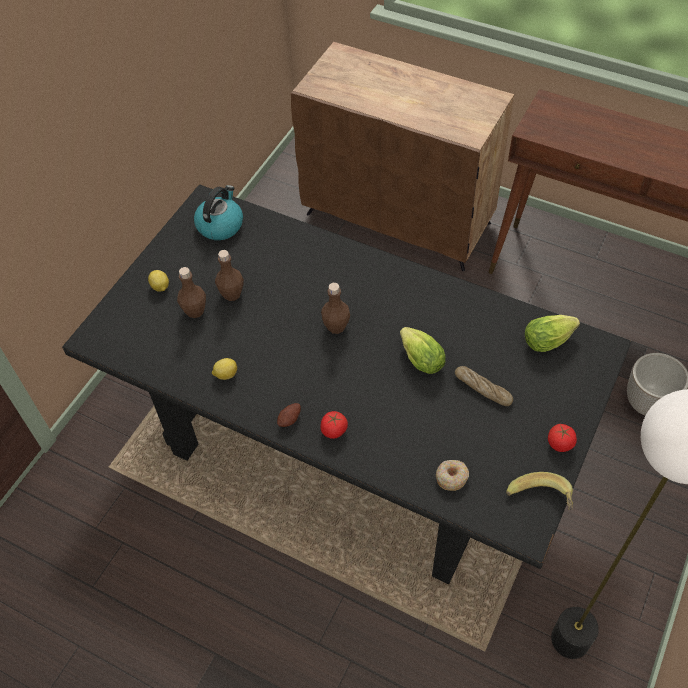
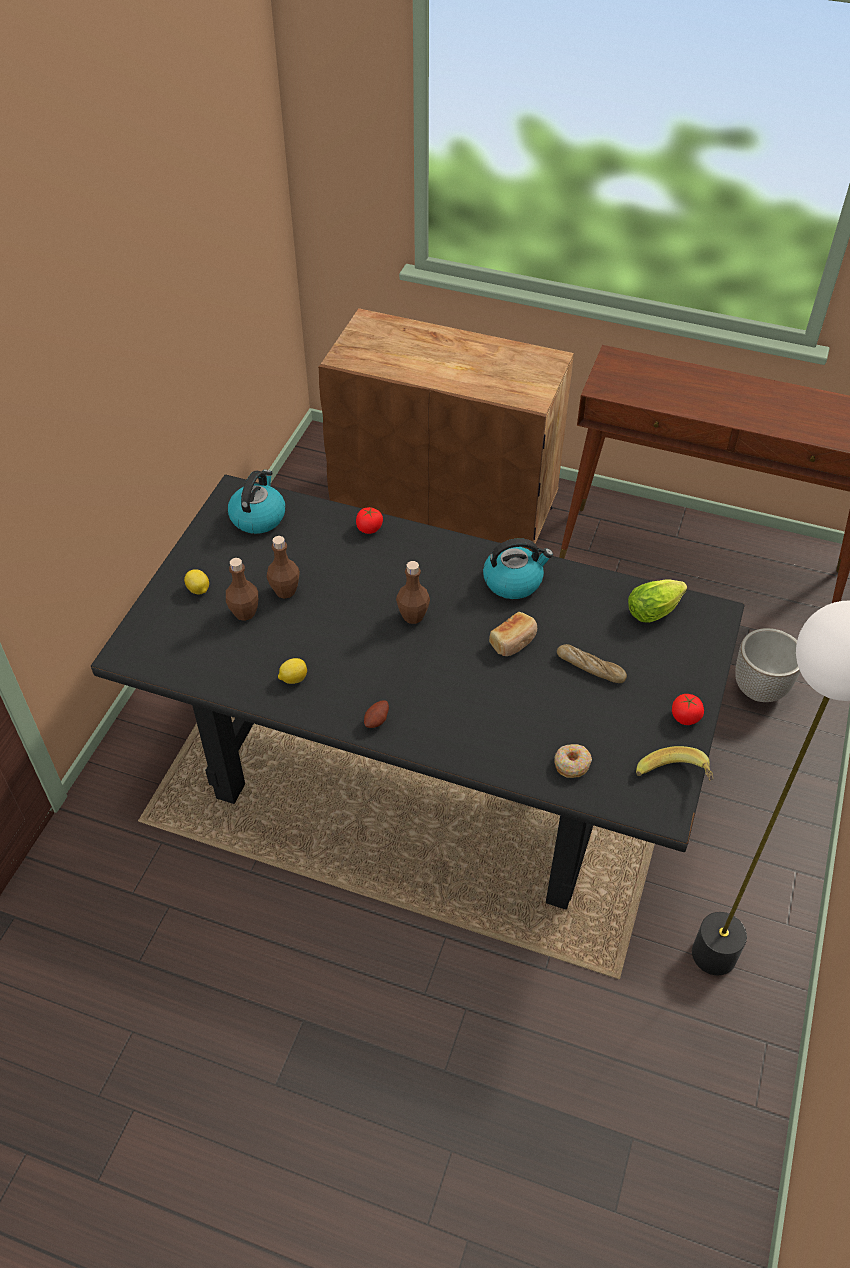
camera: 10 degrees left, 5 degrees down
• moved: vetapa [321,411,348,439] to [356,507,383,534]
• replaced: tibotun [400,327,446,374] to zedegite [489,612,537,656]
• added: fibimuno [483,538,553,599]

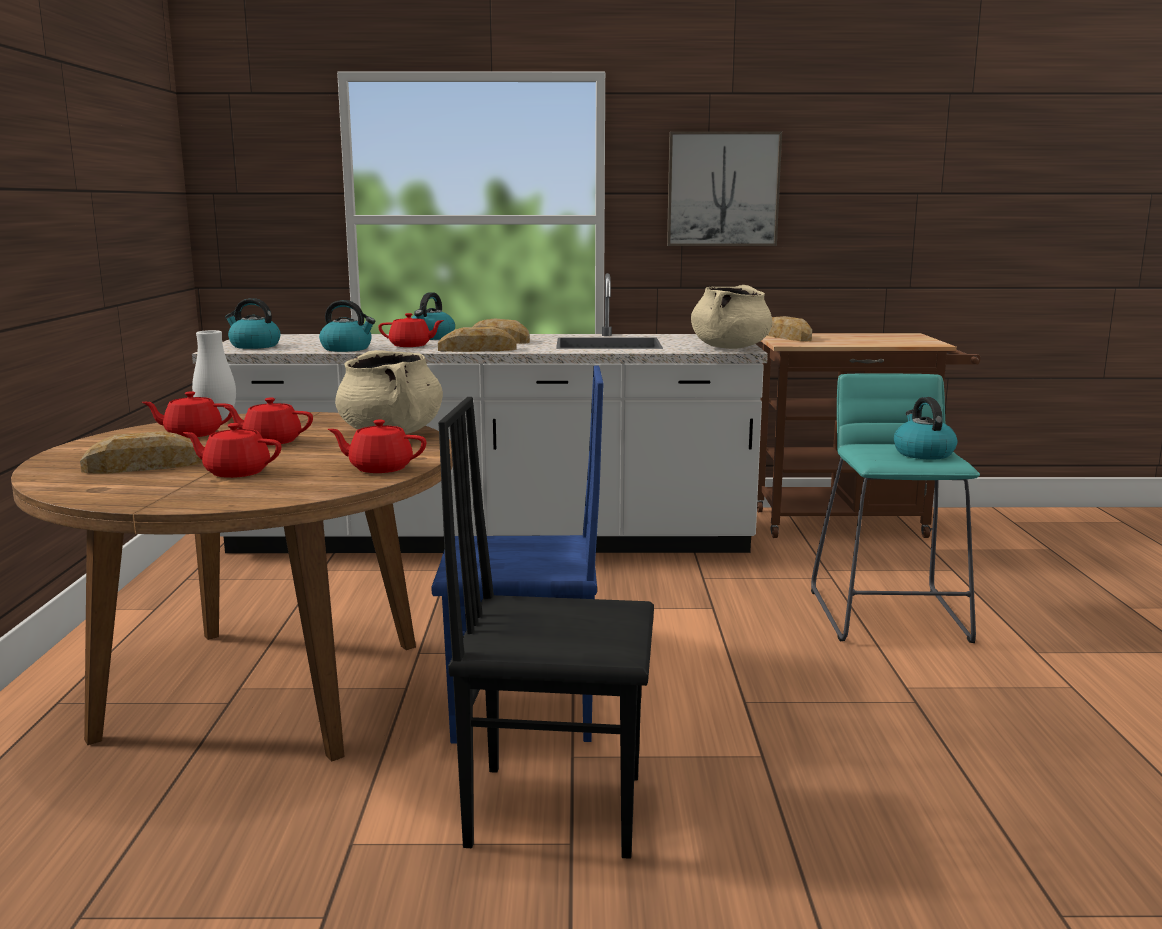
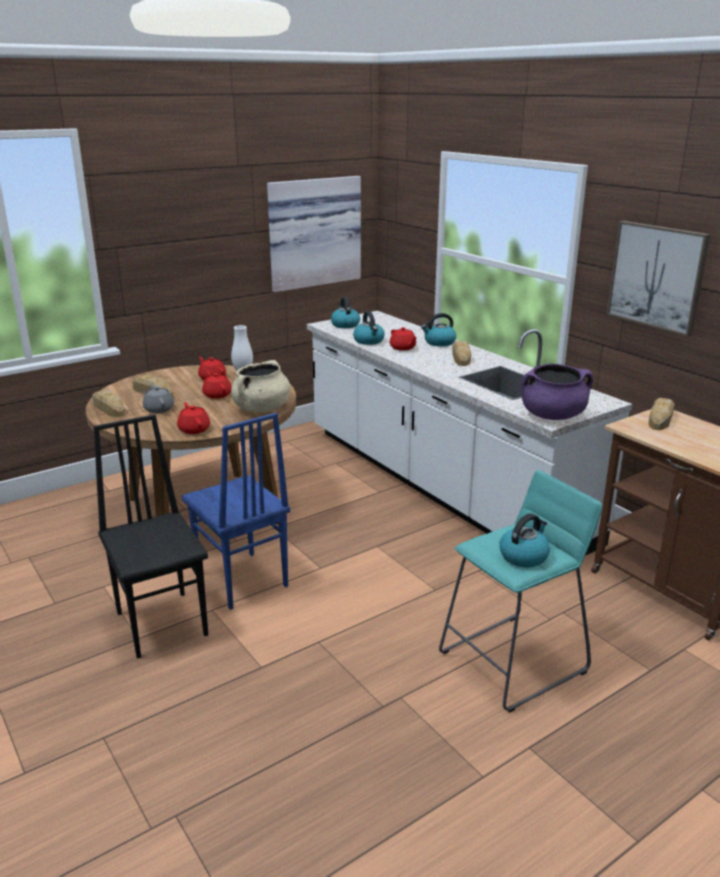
camera: 55 degrees right, 10 degrees up
• recoloured: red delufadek [183,423,281,478] to grey delufadek [143,384,174,413]
• moved: zedegite [438,327,517,352] to [92,390,125,417]
• recoloured: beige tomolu [691,285,772,349] to purple tomolu [521,364,593,420]
• added: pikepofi [267,176,361,292]

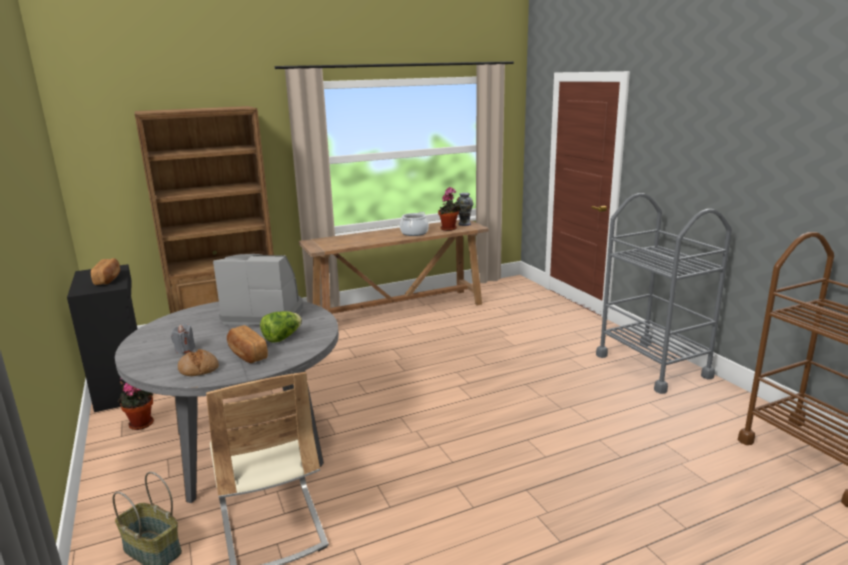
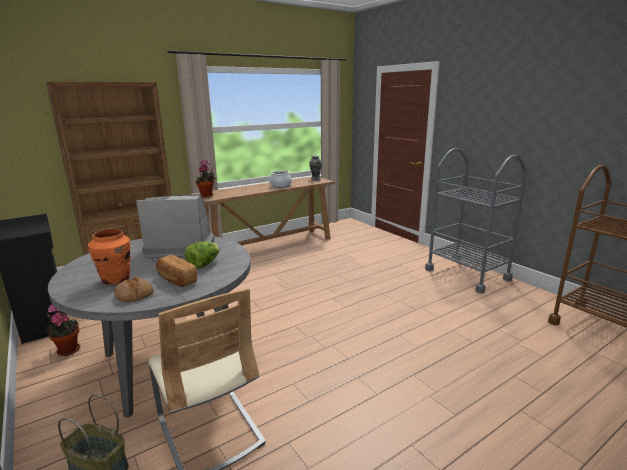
camera: 10 degrees left, 0 degrees up
• removed: zedegite [91,258,120,285]
• replaced: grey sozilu [171,324,196,354] to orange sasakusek [88,229,131,285]
• moved: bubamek [438,187,461,231] to [196,160,216,198]

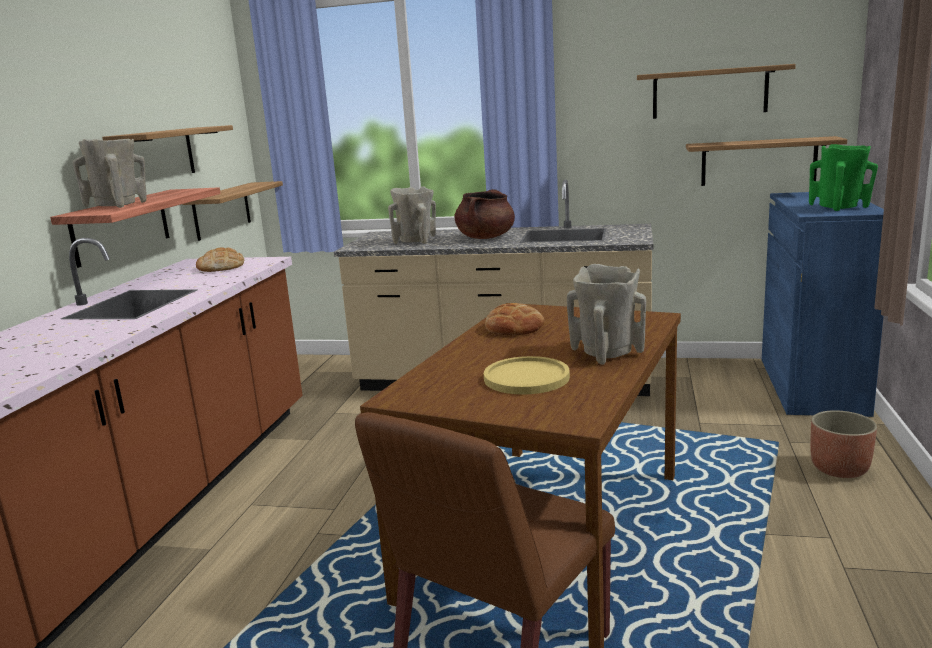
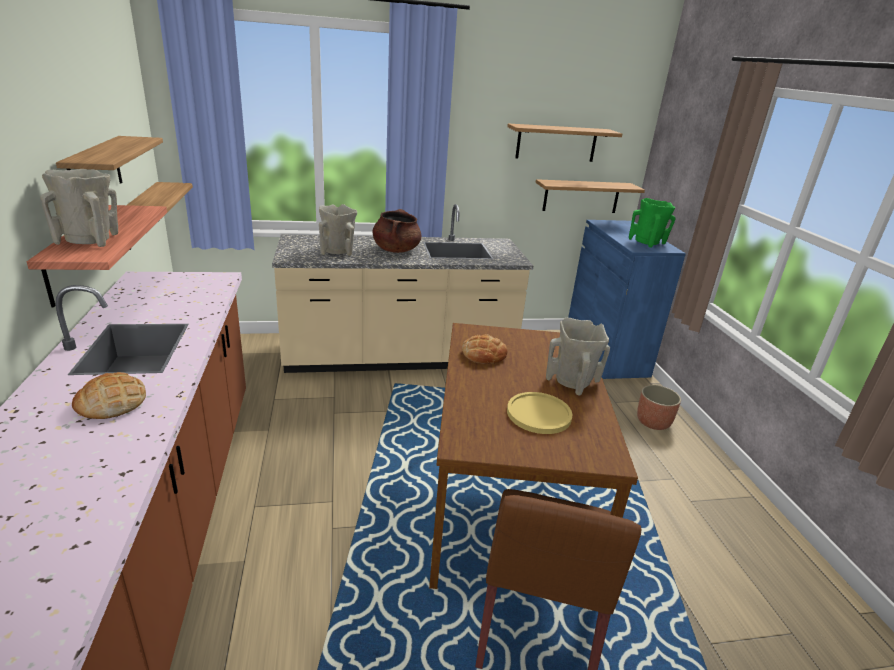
camera: 25 degrees left, 10 degrees up
• moved: zedegite [196,247,244,272] to [72,372,146,419]

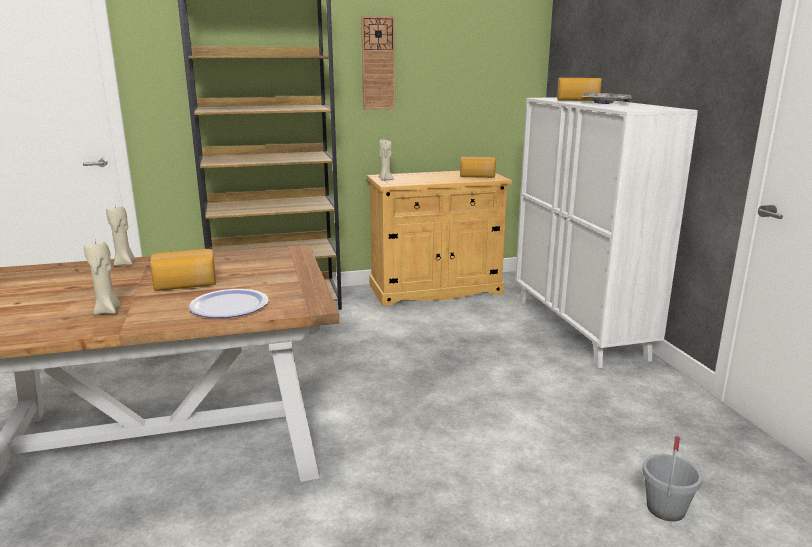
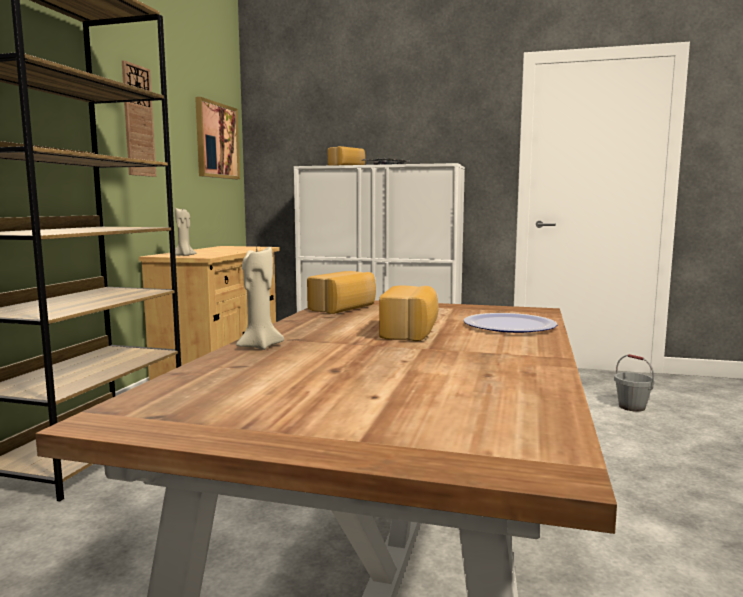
camera: 60 degrees left, 10 degrees down
• removed: beige sozilu [84,241,121,315]
• moved: zedegite [460,157,496,178] to [307,271,376,314]
• added: pikepofi [195,97,240,179]

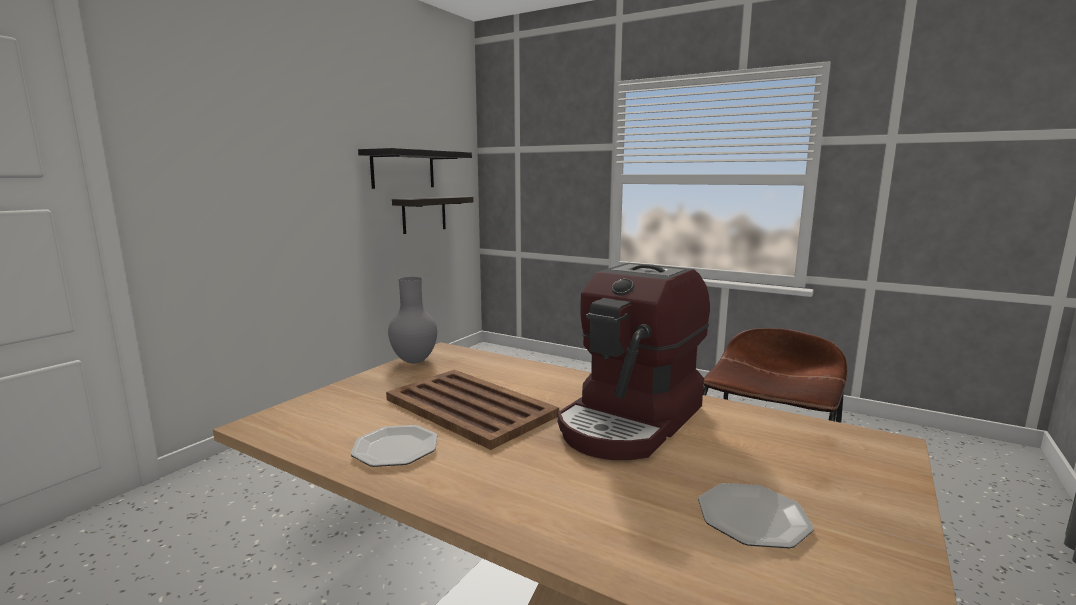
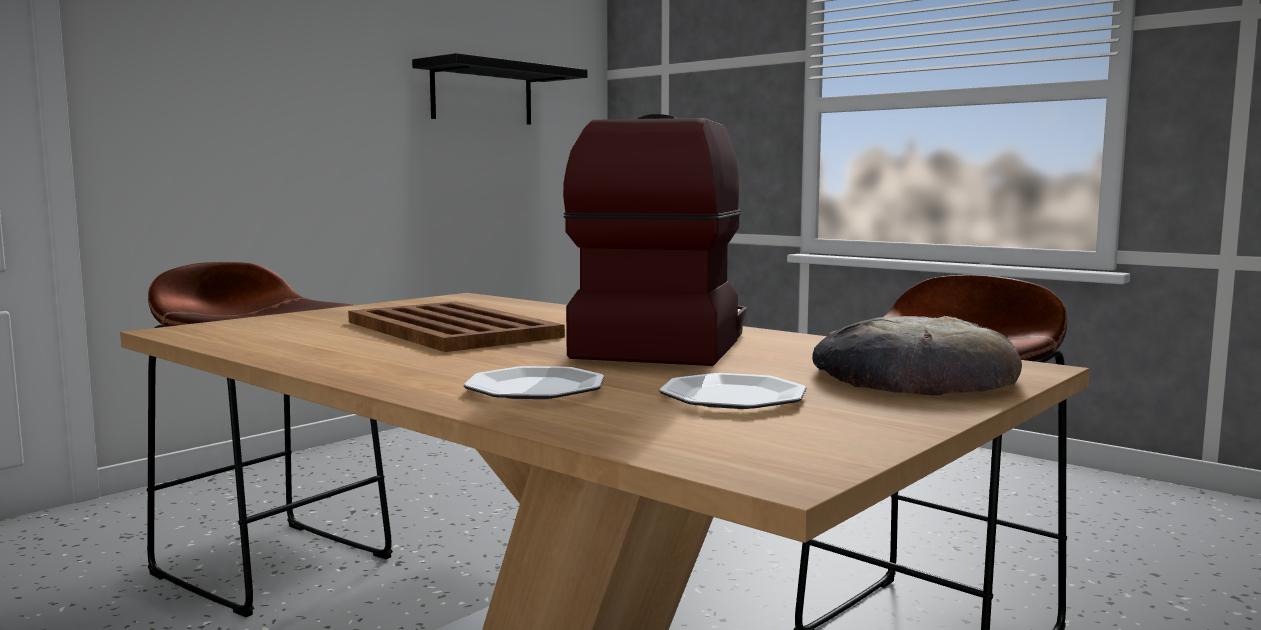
camera: 10 degrees right, 5 degrees down
• moved: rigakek [350,425,437,467] to [464,366,605,399]
• removed: grey sasakusek [388,277,437,363]
• removed: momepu [392,196,474,234]
• turned: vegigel [558,263,710,460] = [563,114,747,366] 150 degrees clockwise
• added: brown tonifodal [147,262,393,617]
• added: zedegite [812,316,1022,396]

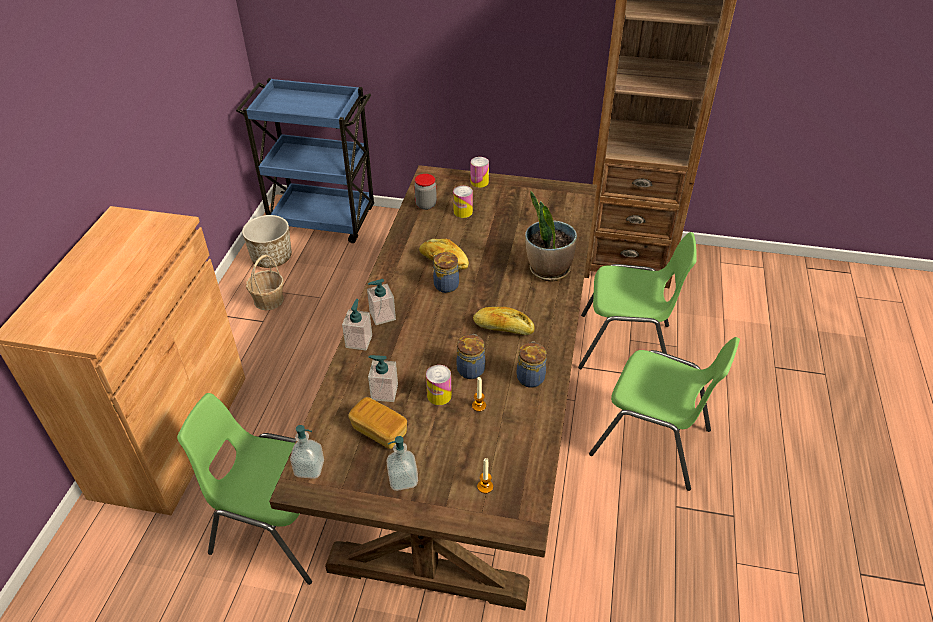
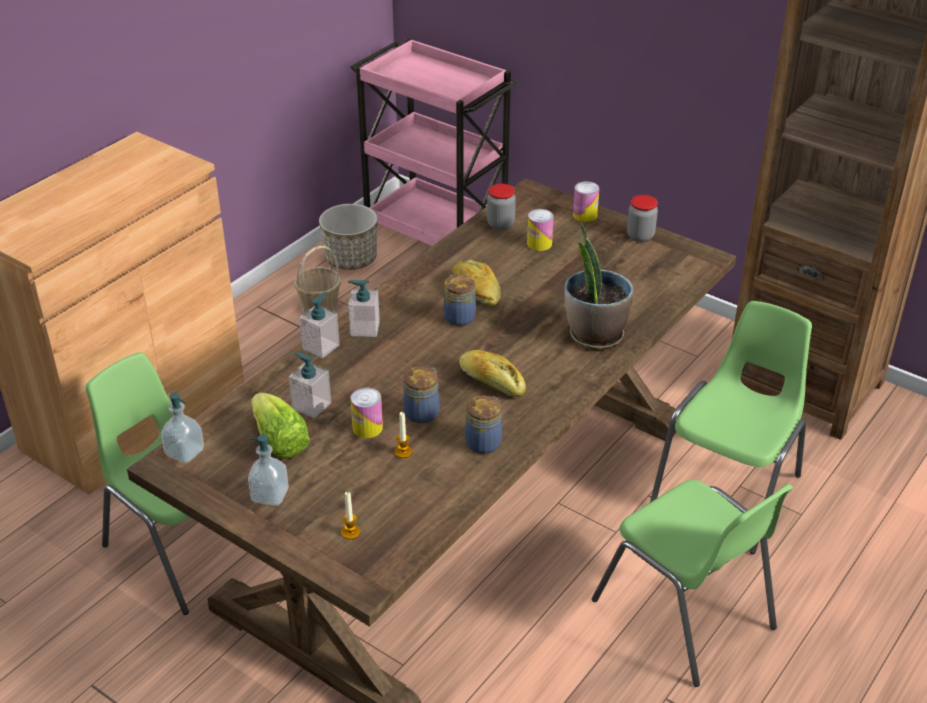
camera: 25 degrees right, 5 degrees down
• recoloured: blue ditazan [236,78,374,243] to pink ditazan [350,38,518,246]
• replaced: zedegite [348,397,407,449] to tibotun [251,393,310,459]
• turned: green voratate [578,232,697,369] = [650,301,812,554] 90 degrees counterclockwise
• added: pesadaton [627,195,658,242]

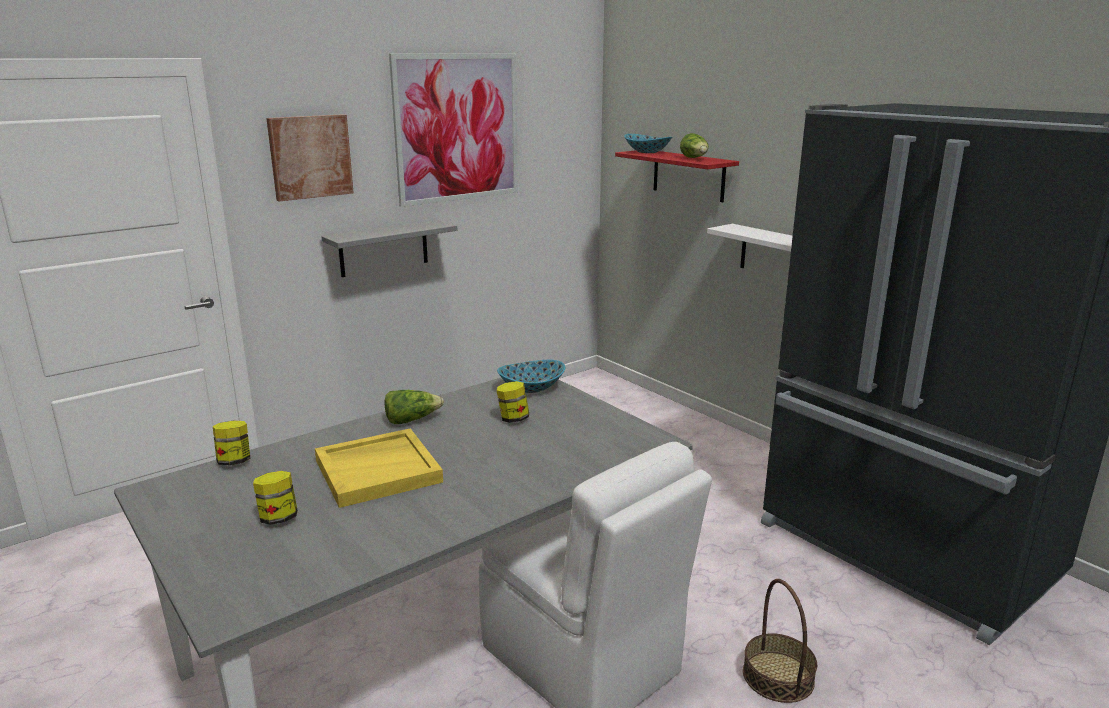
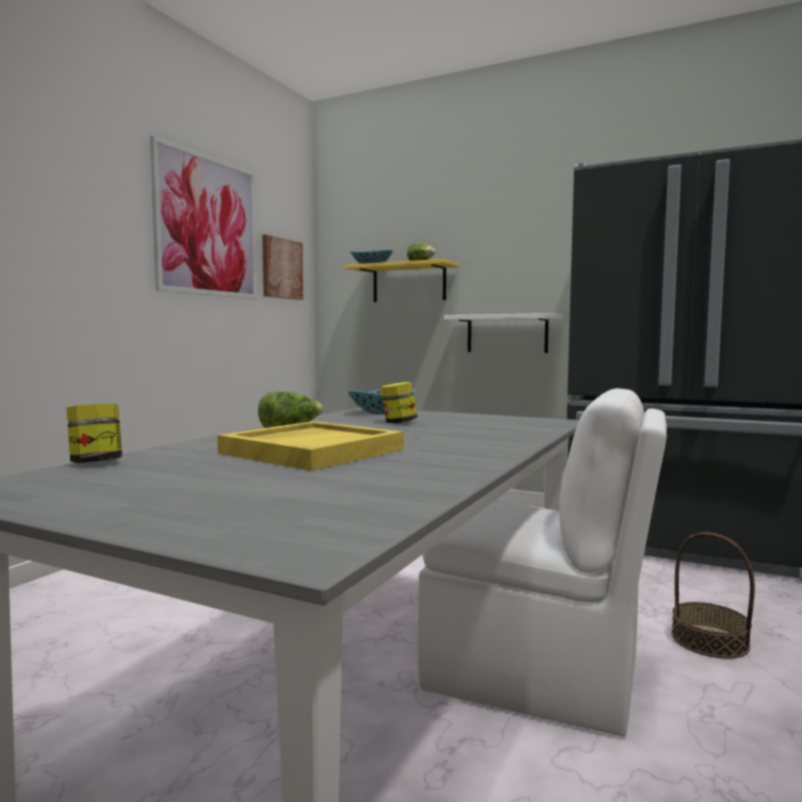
camera: 25 degrees left, 15 degrees down
• removed: pesadaton [253,471,298,525]
• moved: pikepofi [266,114,354,201] to [262,235,303,300]
• removed: grey momepu [321,220,457,277]
• recoloured: red momepu [615,150,739,202] to yellow momepu [345,259,459,302]

